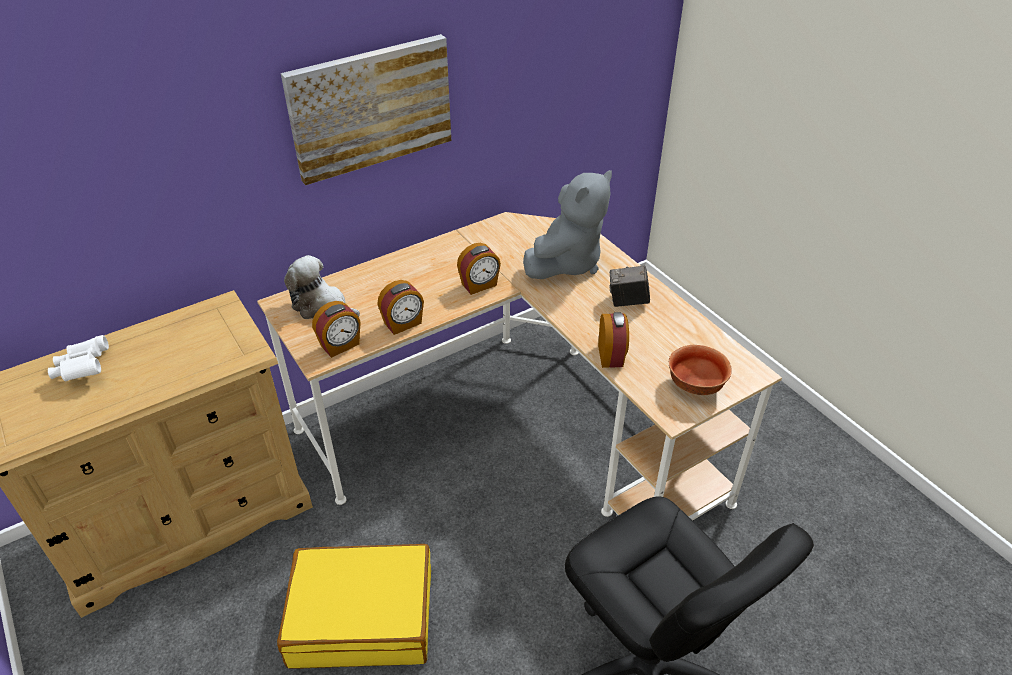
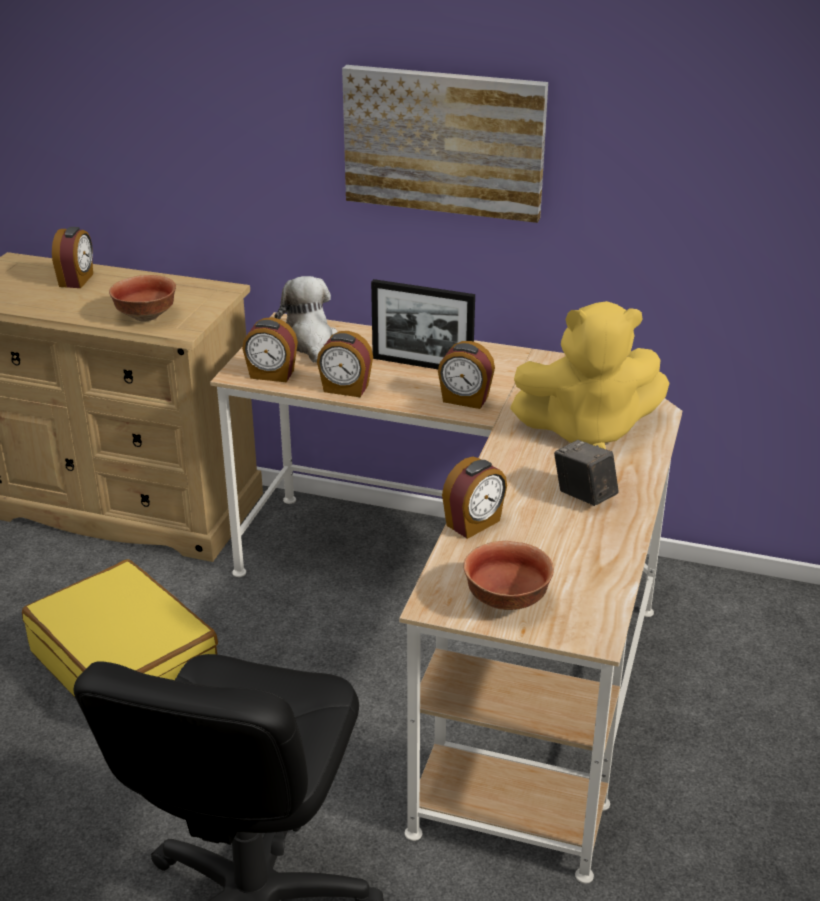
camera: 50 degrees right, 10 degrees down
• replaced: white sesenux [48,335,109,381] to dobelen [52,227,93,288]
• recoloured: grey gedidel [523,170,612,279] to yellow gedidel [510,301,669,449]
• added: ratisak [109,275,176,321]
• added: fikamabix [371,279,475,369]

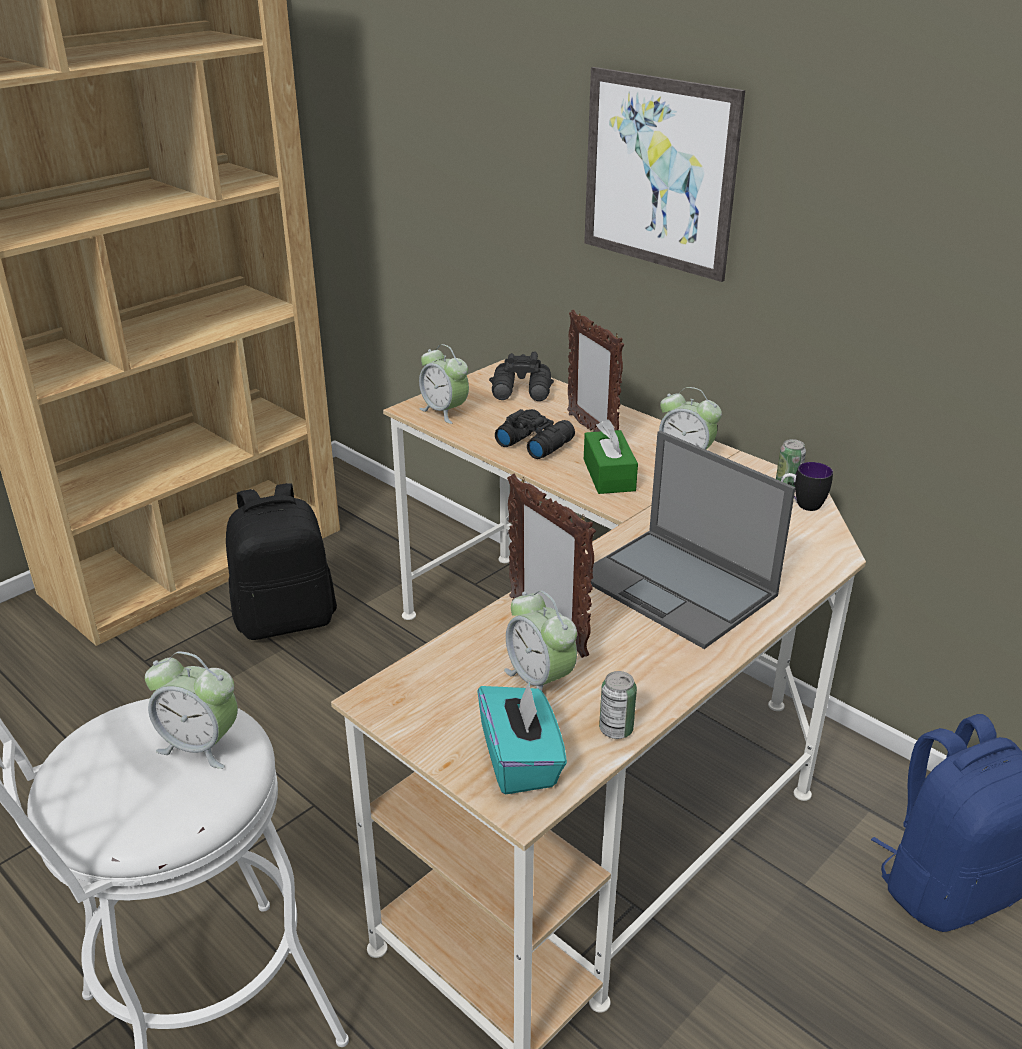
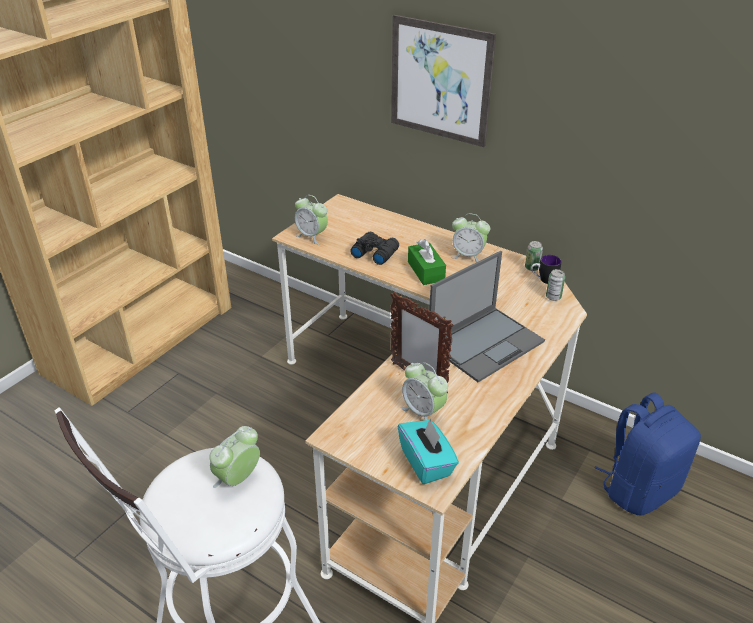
camera: 10 degrees left, 5 degrees up
• turned: dobelen [145,652,238,769] = [210,426,260,488] 120 degrees clockwise
• removed: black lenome [226,483,337,640]
• removed: black sesenux [489,351,554,401]
• removed: fikamabix [567,310,624,432]
• turned: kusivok [587,431,796,649] = [429,251,545,382] 75 degrees counterclockwise
• moved: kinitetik [599,671,637,739] to [546,269,565,301]

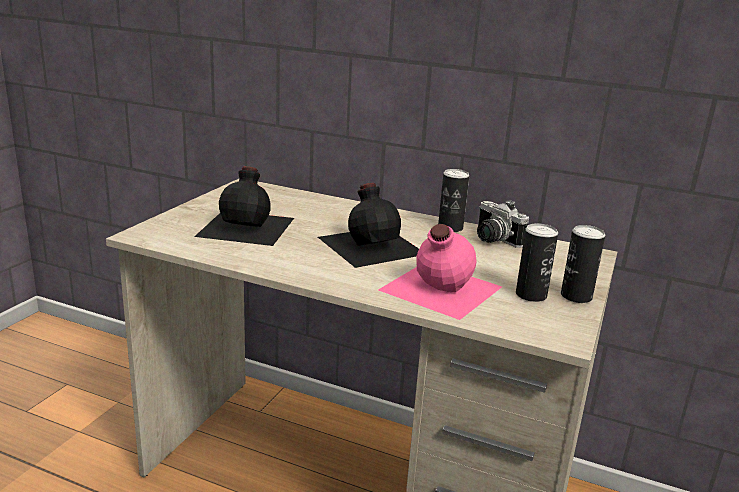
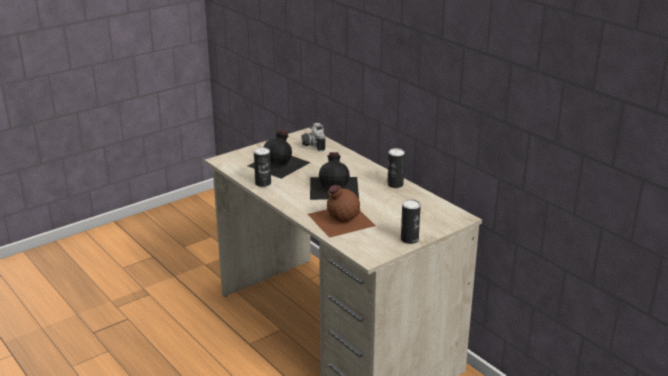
camera: 30 degrees right, 5 degrees up
• recoloured: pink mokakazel [378,224,502,320] to brown mokakazel [308,185,376,238]
• moved: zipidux [477,201,529,248] to [302,123,325,151]
• moved: kinitetik [516,223,558,302] to [254,147,271,187]

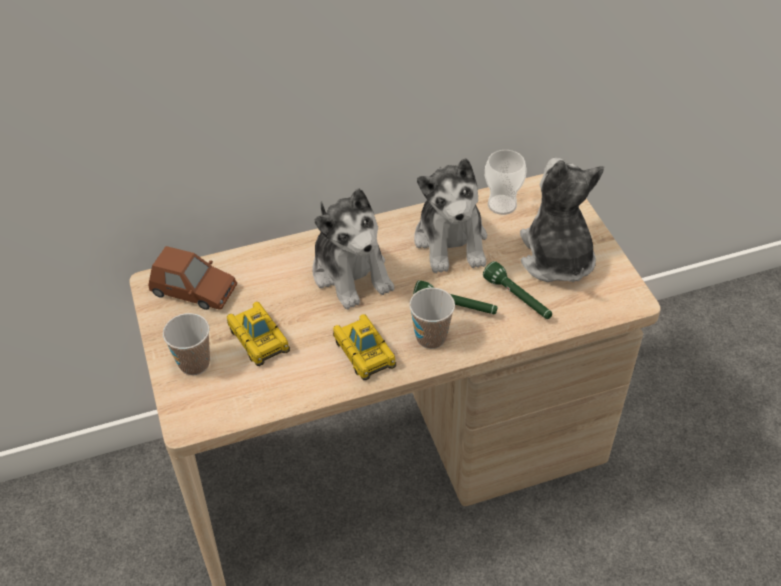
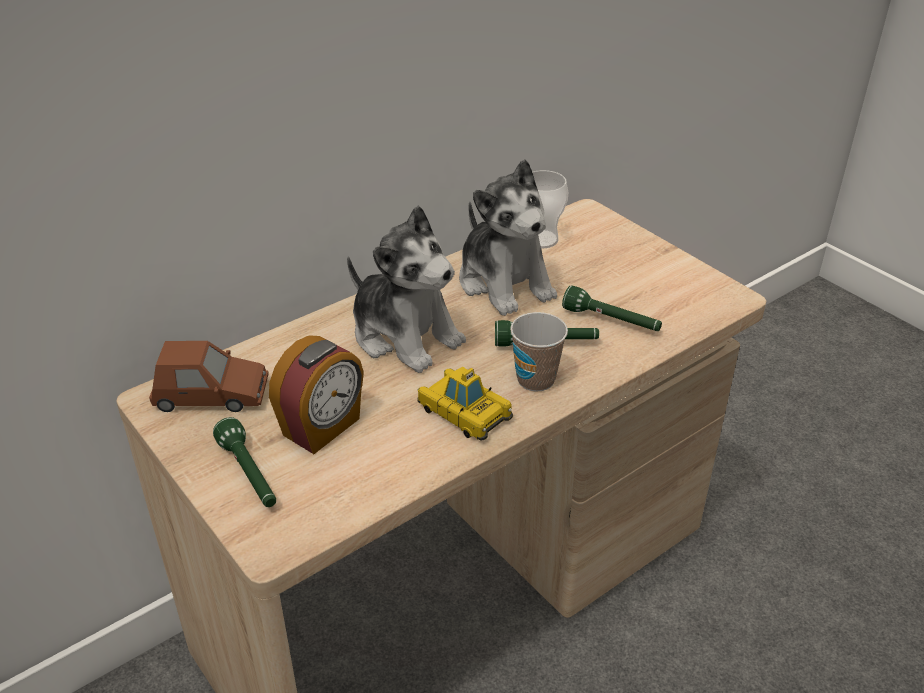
camera: 20 degrees left, 10 degrees down
• replaced: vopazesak [163,313,210,375] to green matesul [213,417,276,507]
• replaced: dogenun [227,302,290,366] to dobelen [269,335,364,454]
• removed: gedidel [520,158,604,282]

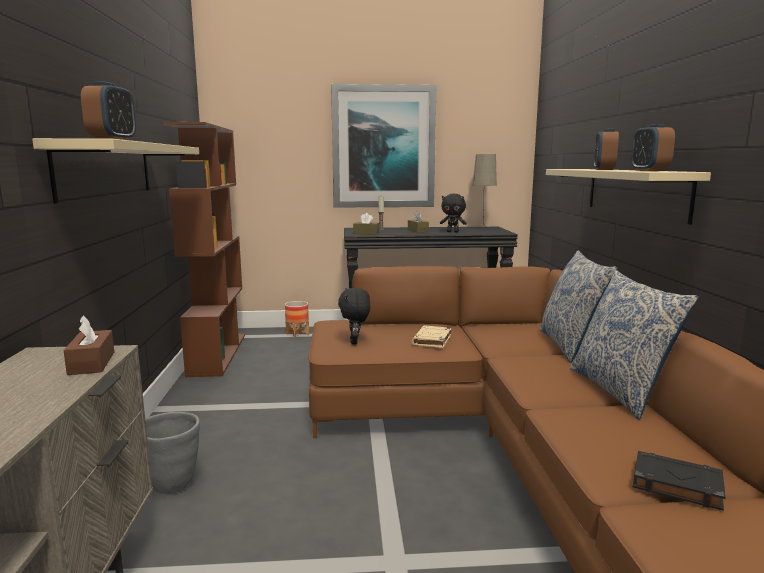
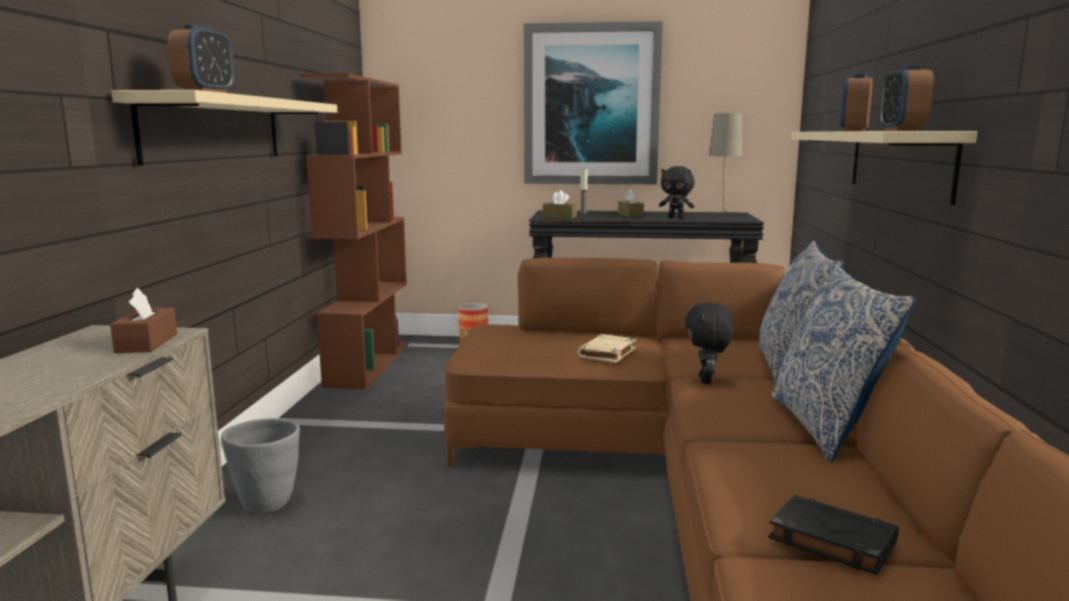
camera: 10 degrees right, 0 degrees up
• moved: black gedidel [338,288,370,344] to [685,302,734,384]

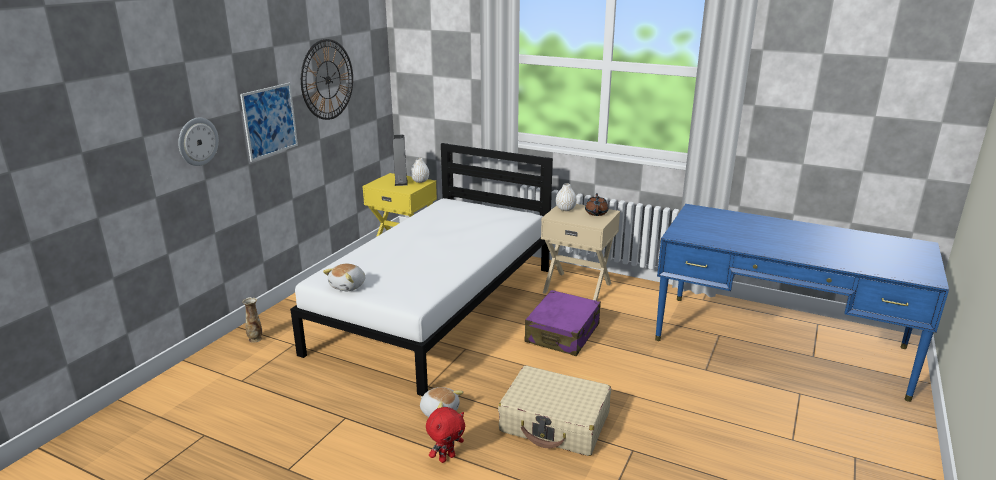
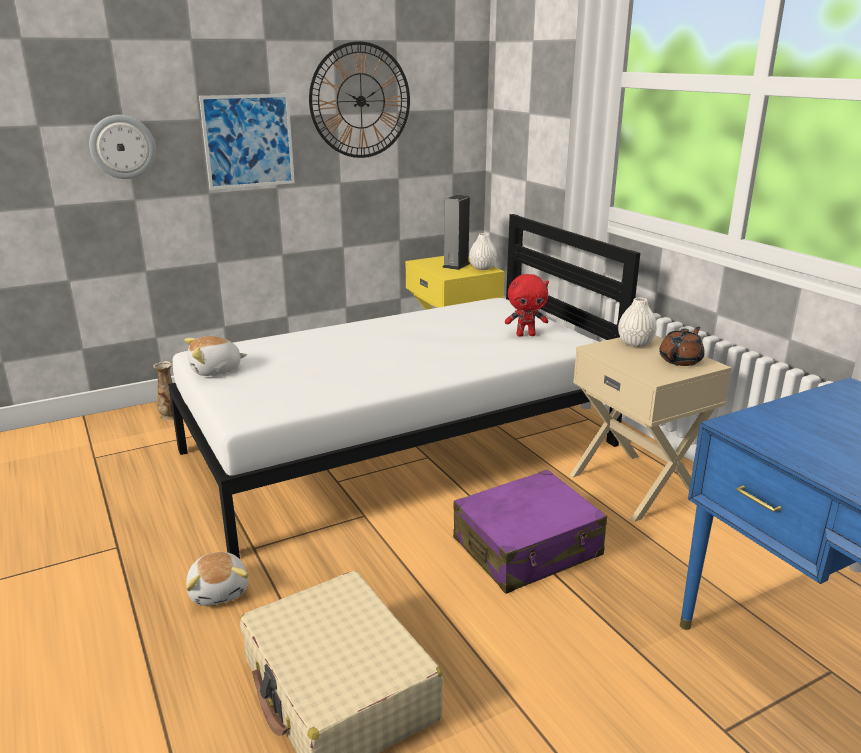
camera: 35 degrees right, 0 degrees up
• moved: red gedidel [426,407,465,463] to [505,274,549,337]

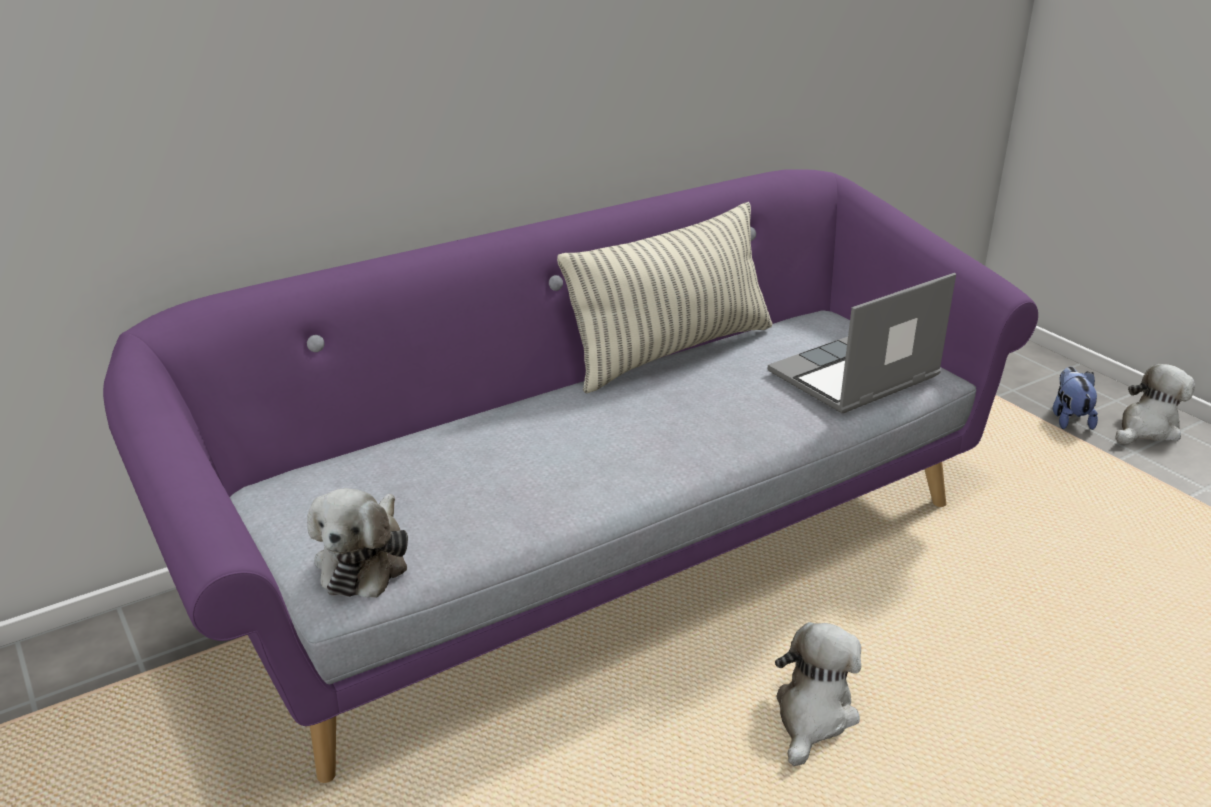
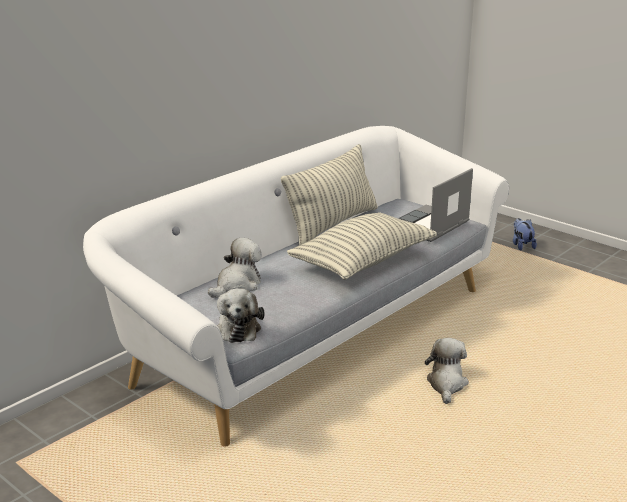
camera: 15 degrees left, 5 degrees down
• recoloured: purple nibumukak [103,169,1038,783] to white nibumukak [83,126,509,447]
• moved: gedidel [1115,364,1195,444] to [208,238,262,298]
• added: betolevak [287,212,437,280]

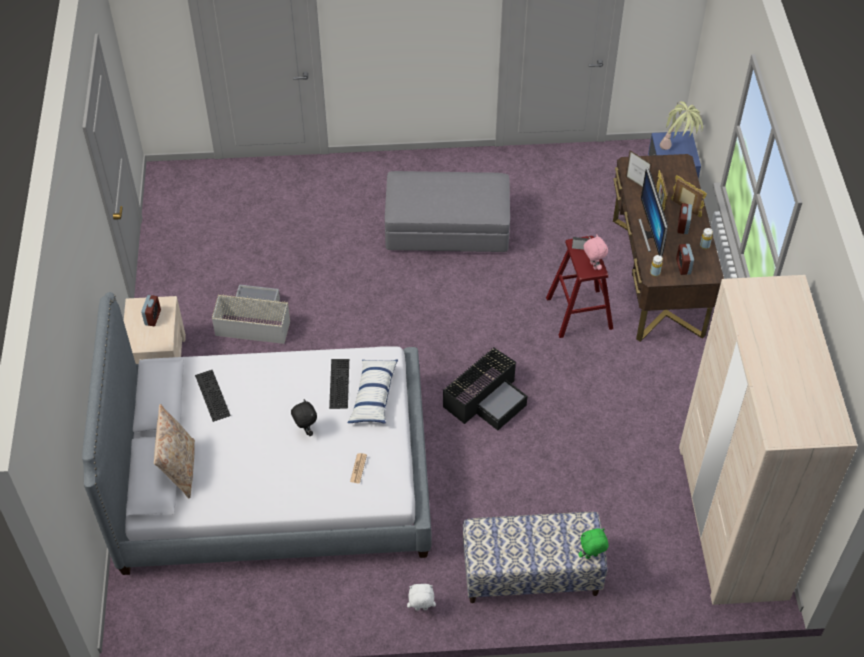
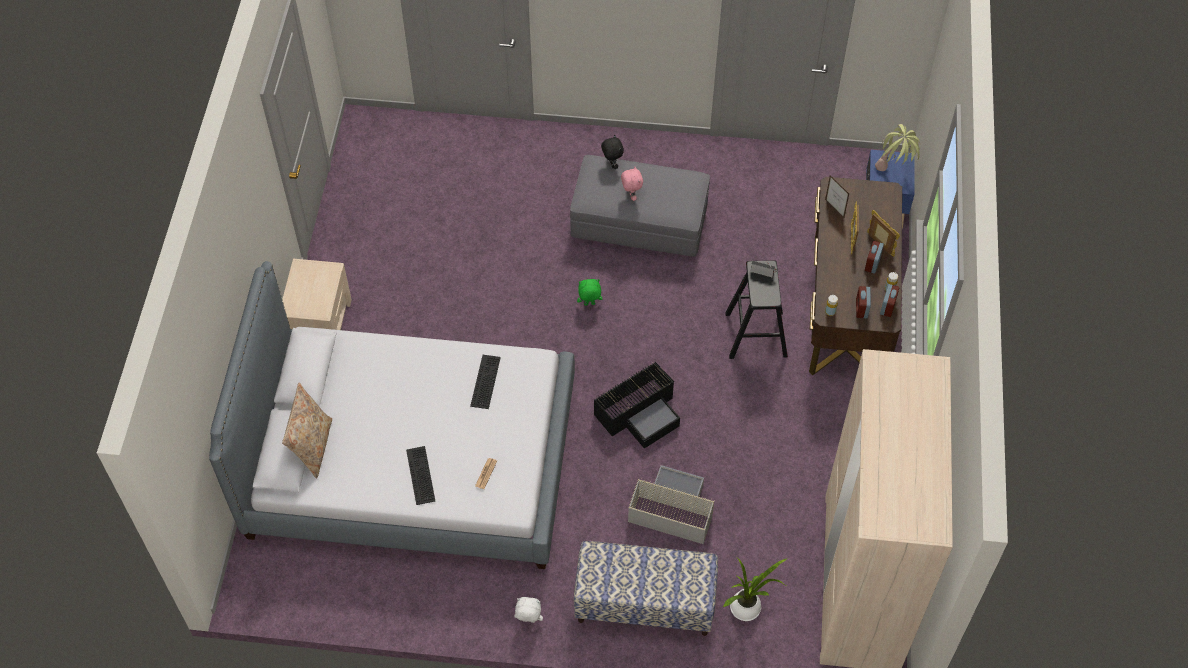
camera: 10 degrees right, 5 degrees up
• moved: dobelen [141,295,161,326] to [880,284,899,317]
• moved: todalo [195,370,231,422] to [406,446,435,505]
• moved: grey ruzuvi [212,284,290,344] to [628,465,714,544]
• moved: black gedidel [291,399,317,436] to [601,135,624,169]
• removed: betolevak [348,360,398,424]
• recoloured: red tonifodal [546,236,613,338] to black tonifodal [725,261,788,359]
• moved: green gedidel [578,528,609,559] to [577,279,602,306]
• moved: pink gedidel [584,234,608,270] to [621,167,643,201]
• removed: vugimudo [639,168,668,257]
• added: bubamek [723,558,788,621]

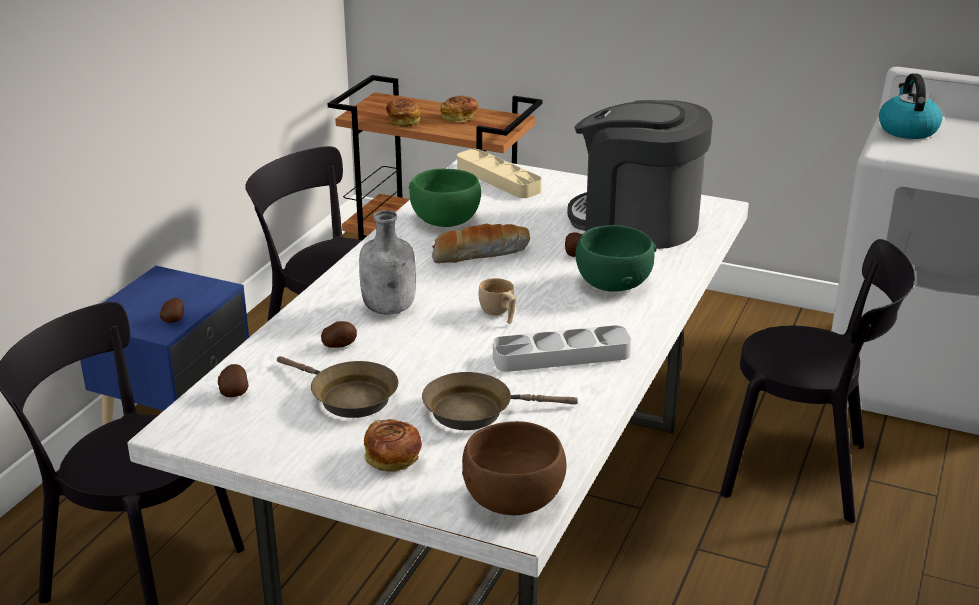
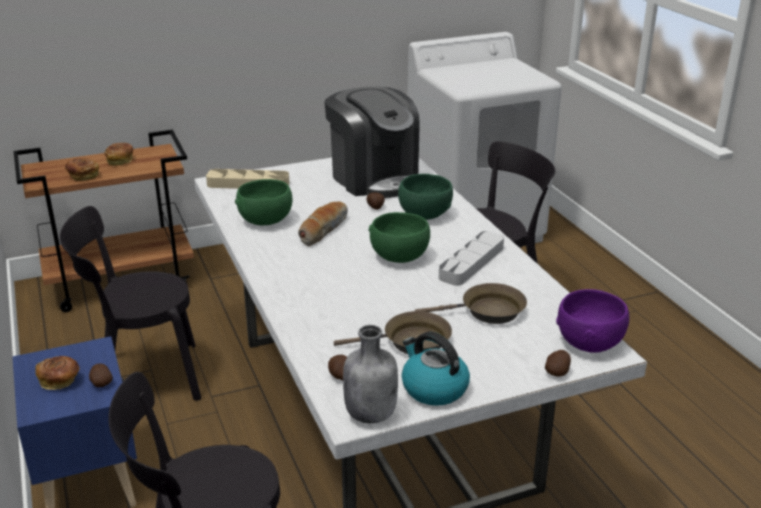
camera: 45 degrees left, 0 degrees up
• moved: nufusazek [321,321,357,348] to [545,350,571,377]
• moved: grey mokakazel [359,210,416,315] to [343,325,398,423]
• moved: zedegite [364,419,422,472] to [35,356,80,390]
• turned: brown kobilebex [422,372,578,430] = [415,283,527,324] 135 degrees counterclockwise
• recoloured: brown ratisak [462,421,566,515] to purple ratisak [556,289,629,353]
• replaced: beige vopazesak [479,278,516,324] to green ratisak [369,212,430,263]
• turned: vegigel [567,100,713,249] = [324,87,420,198] 105 degrees counterclockwise
• moved: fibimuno [879,74,942,139] to [402,331,470,406]

